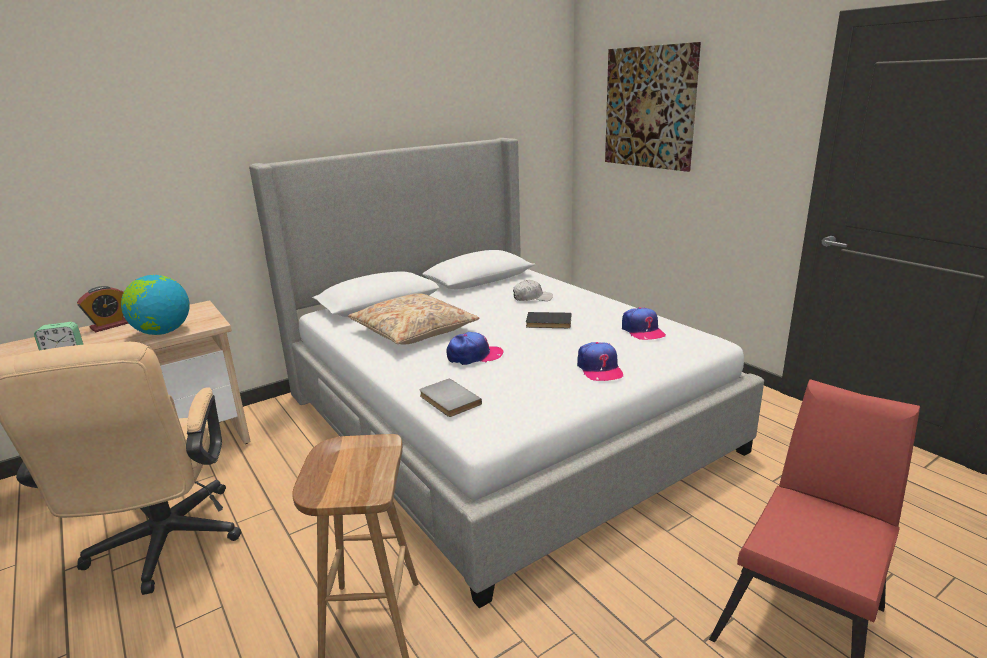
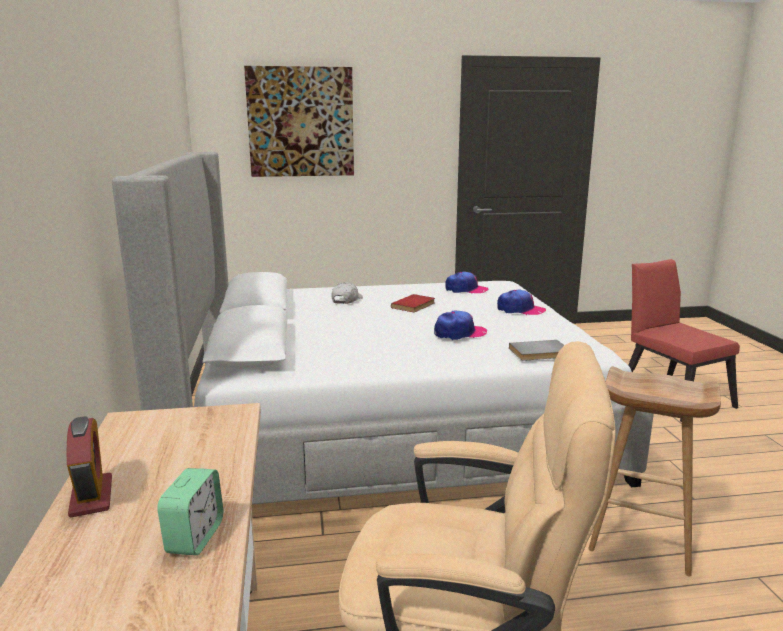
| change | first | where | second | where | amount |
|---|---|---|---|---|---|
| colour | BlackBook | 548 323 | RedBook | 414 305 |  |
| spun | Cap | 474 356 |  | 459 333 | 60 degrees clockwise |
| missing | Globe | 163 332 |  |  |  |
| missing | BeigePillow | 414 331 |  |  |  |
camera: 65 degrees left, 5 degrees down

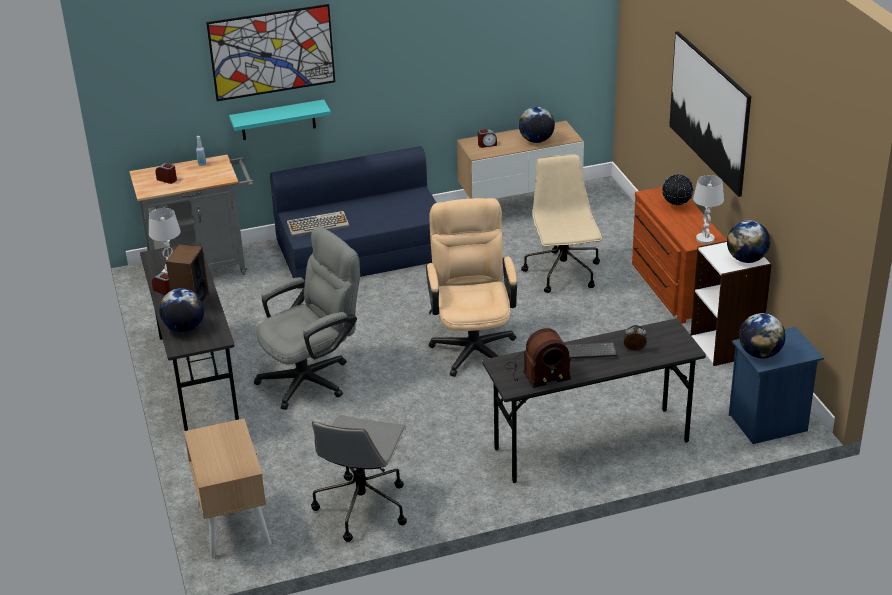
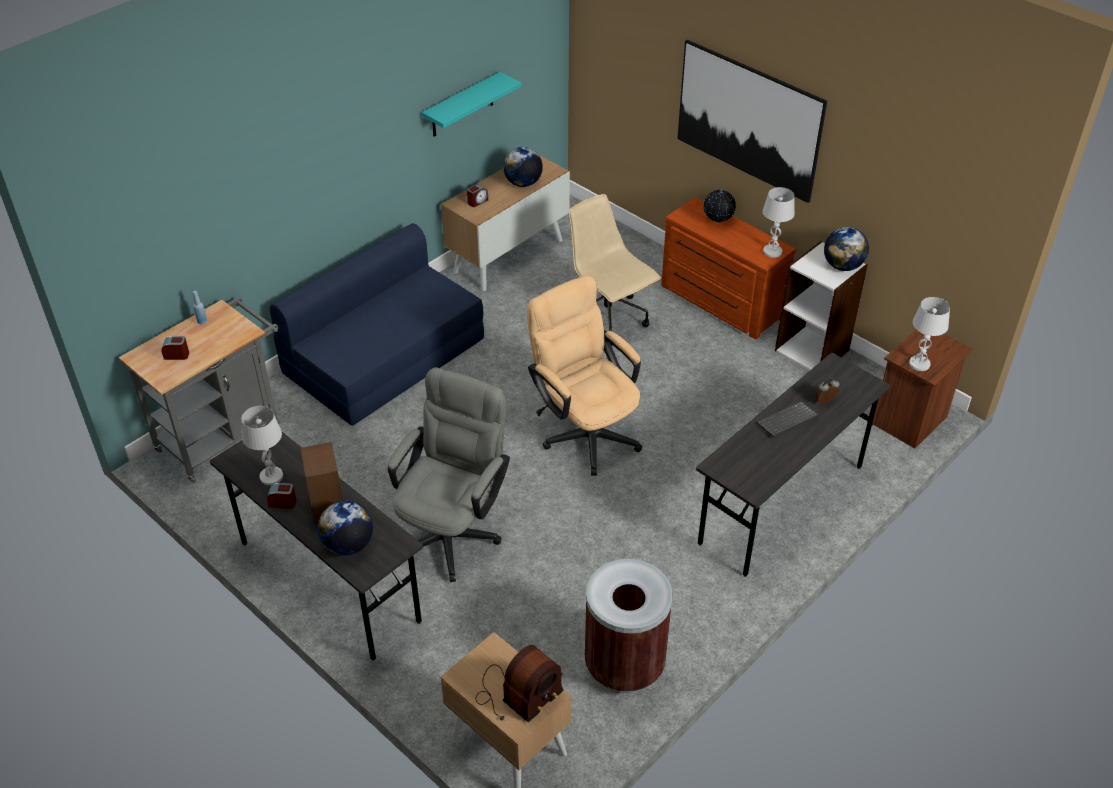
| change | first | where | second | where | amount |
|---|---|---|---|---|---|
| relocated | TurquoiseShelf | 278 120 |  | 462 105 |  |
| relocated | Radio | 536 372 |  | 517 694 |  |
| exchanged | GreyOfficeChair | 362 506 | BrownTrashCan | 624 666 |  |
| colour | BlueNightstand | 769 423 | BrownNightstand | 911 421 |  |
| exchanged | Globe | 760 354 | WhiteTableLamp | 919 364 |  |
| missing | Picture | 272 52 |  |  |  |
| missing | Keyboard | 318 225 |  |  |  |
camera: 30 degrees left, 10 degrees up

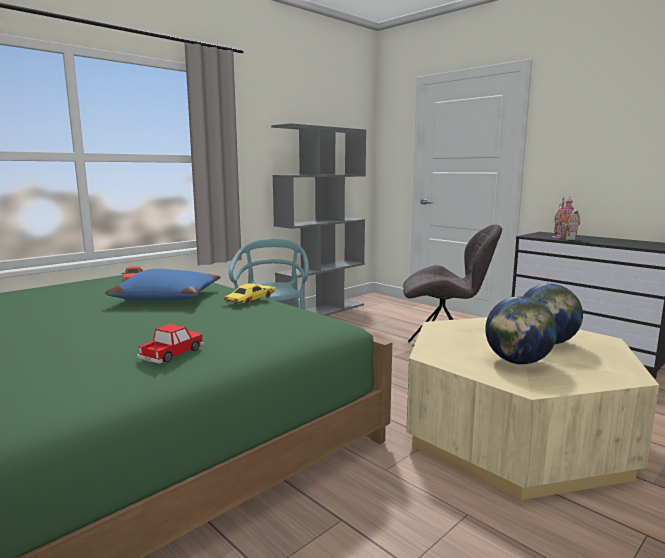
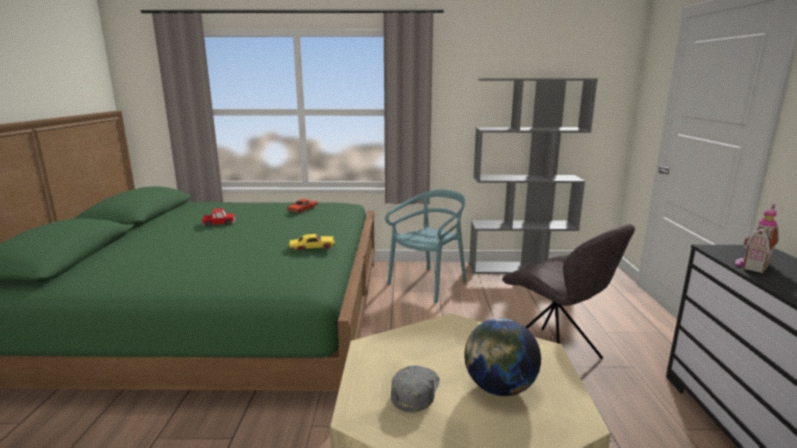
| change | first | where | second | where | amount |
|---|---|---|---|---|---|
| relocated | ToyCar | 172 353 |  | 219 223 |  |
| exchanged | Globe | 517 362 | GreyCap | 415 390 |  |
| missing | BluePillow | 168 297 |  |  |  |
camera: 45 degrees right, 5 degrees up

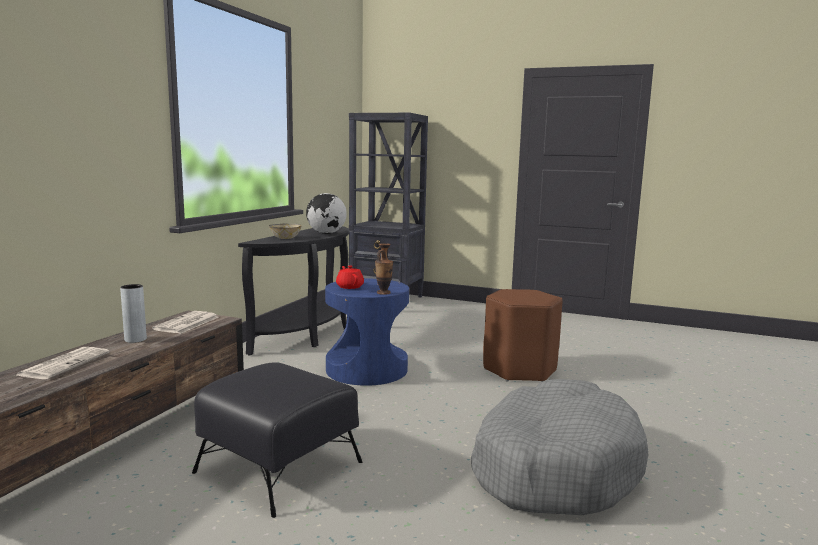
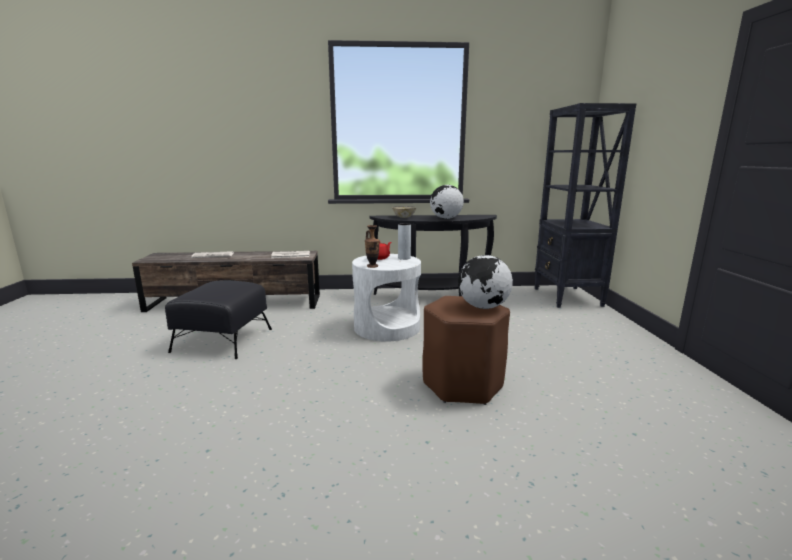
| change | first | where | second | where | amount |
|---|---|---|---|---|---|
| colour | BlueSideTable | 366 369 | WhiteSideTable | 387 327 |  |
| relocated | GreyVase | 135 339 |  | 404 258 |  |
| appeared |  |  | Globe | 483 307 |  |
| missing | GreyDogBed | 553 466 |  |  |  |
camera: 65 degrees right, 5 degrees up

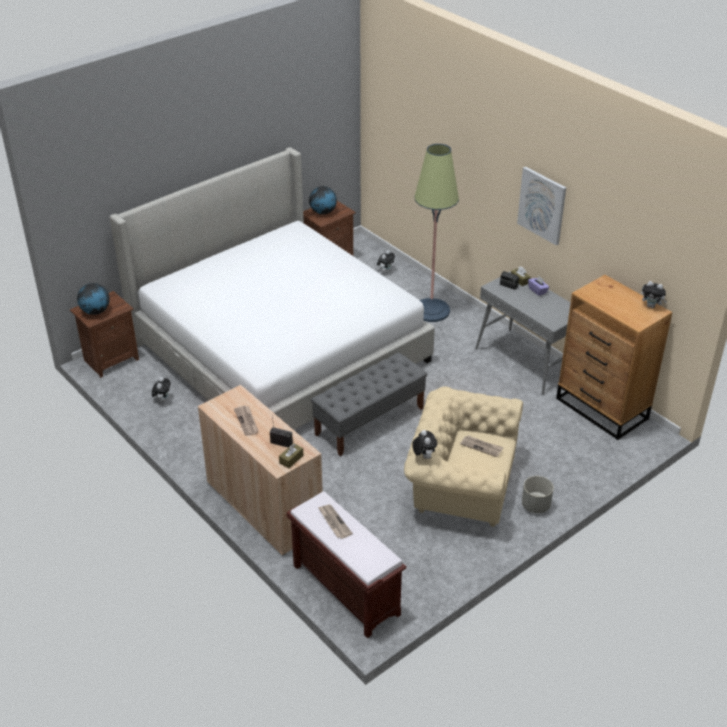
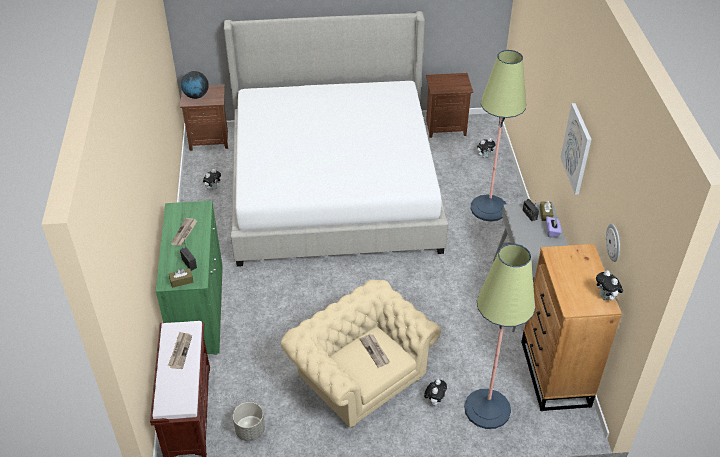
| change | first | where | second | where | amount |
|---|---|---|---|---|---|
| colour | BeigeCabinet | 264 506 | GreenCabinet | 198 310 |  |
| relocated | GreyPlanter | 535 506 |  | 250 431 |  |
| relocated | PlushToy | 423 456 |  | 434 400 |  |
| appeared |  |  | FloorLamp | 487 409 |  |
| appeared |  |  | WallClock | 614 242 |  |
| missing | Globe | 323 212 |  |  |  |
| missing | GreyBench | 369 421 |  |  |  |
camera: 35 degrees right, 5 degrees up

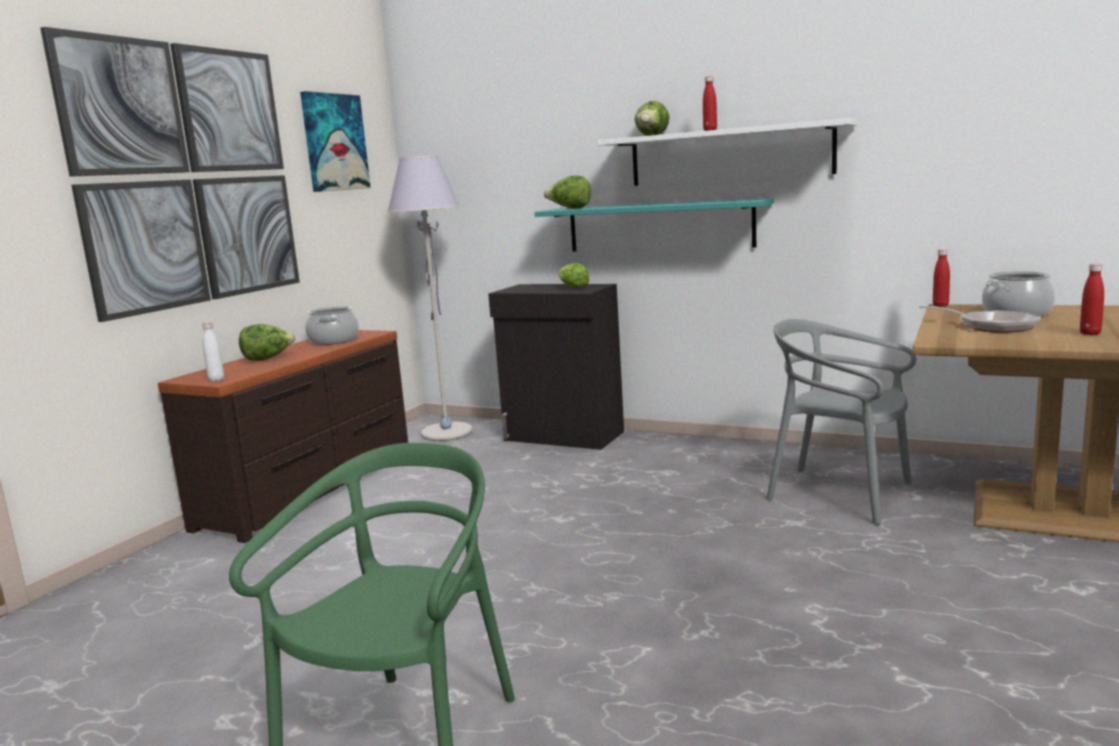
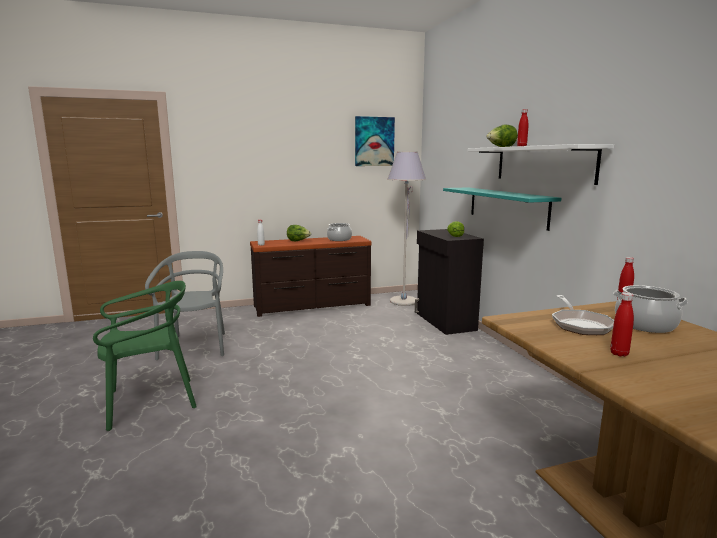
| change | first | where | second | where | amount |
|---|---|---|---|---|---|
| relocated | GreyChair | 840 494 |  | 195 346 |  |
| missing | Picture | 188 176 |  |  |  |
| missing | Lettuce | 570 209 |  |  |  |
camera: 45 degrees right, 0 degrees up

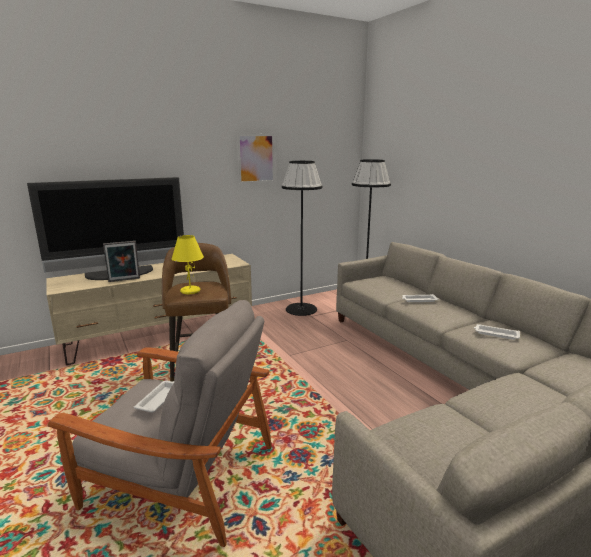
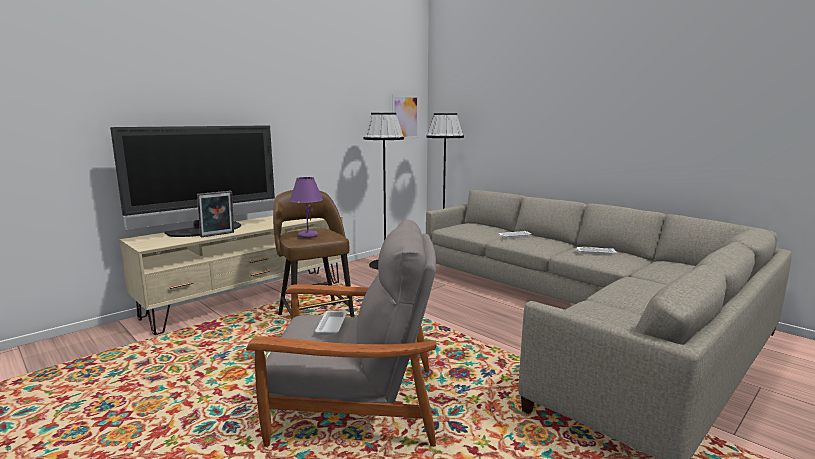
| change | first | where | second | where | amount |
|---|---|---|---|---|---|
| colour | YellowTableLamp | 190 291 | PurpleTableLamp | 307 235 |  |
| relocated | Picture | 256 158 |  | 405 117 |  |
camera: 15 degrees left, 5 degrees down

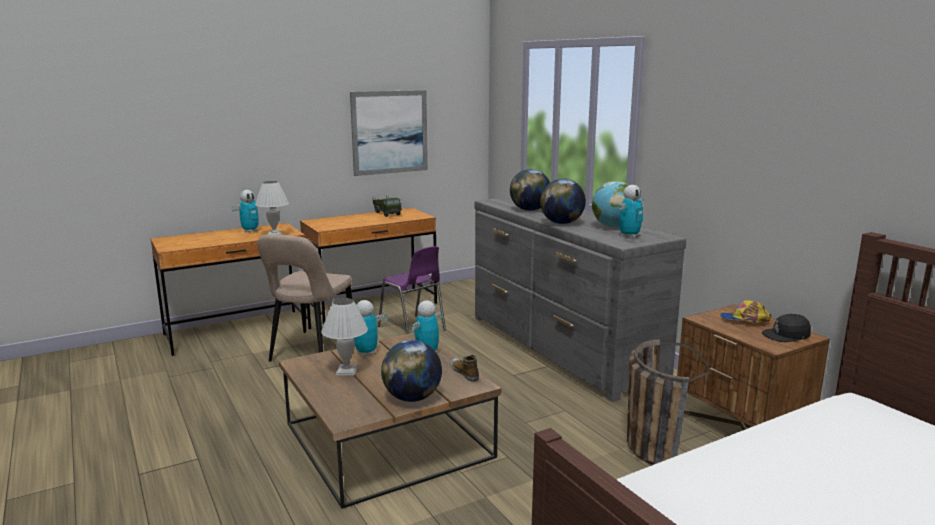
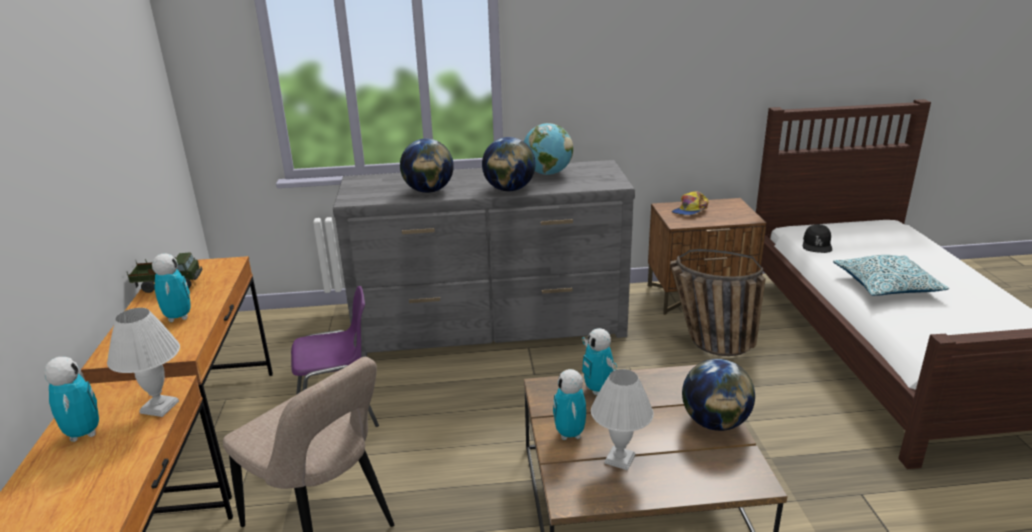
| change | first | where | second | where | amount |
|---|---|---|---|---|---|
| relocated | ToyRobot | 629 236 |  | 178 317 |  |
| relocated | BlackCap | 786 335 |  | 816 245 |  |
| appeared |  |  | Pillow | 886 286 |  |
| missing | Picture | 390 132 |  |  |  |
| missing | Shoe | 465 372 |  |  |  |
camera: 65 degrees left, 10 degrees up

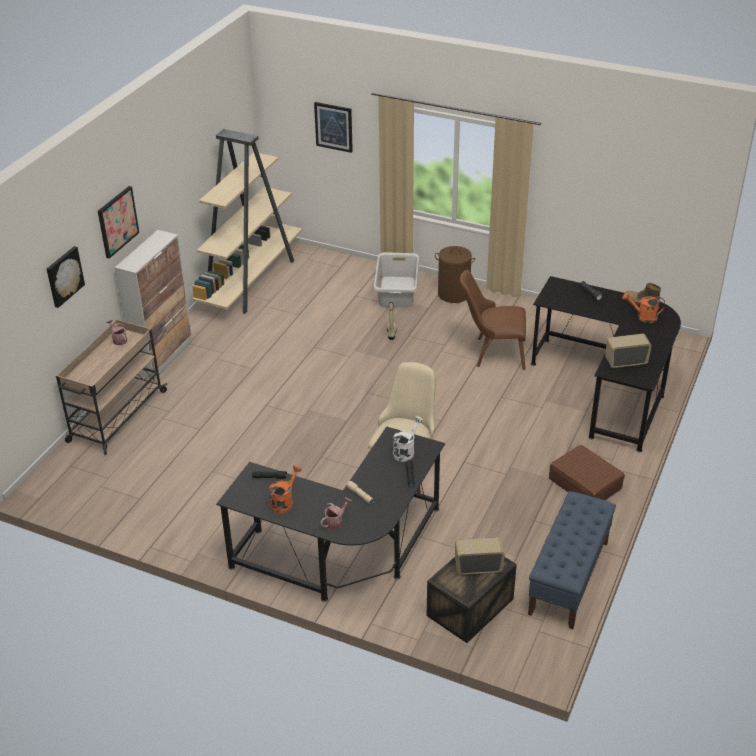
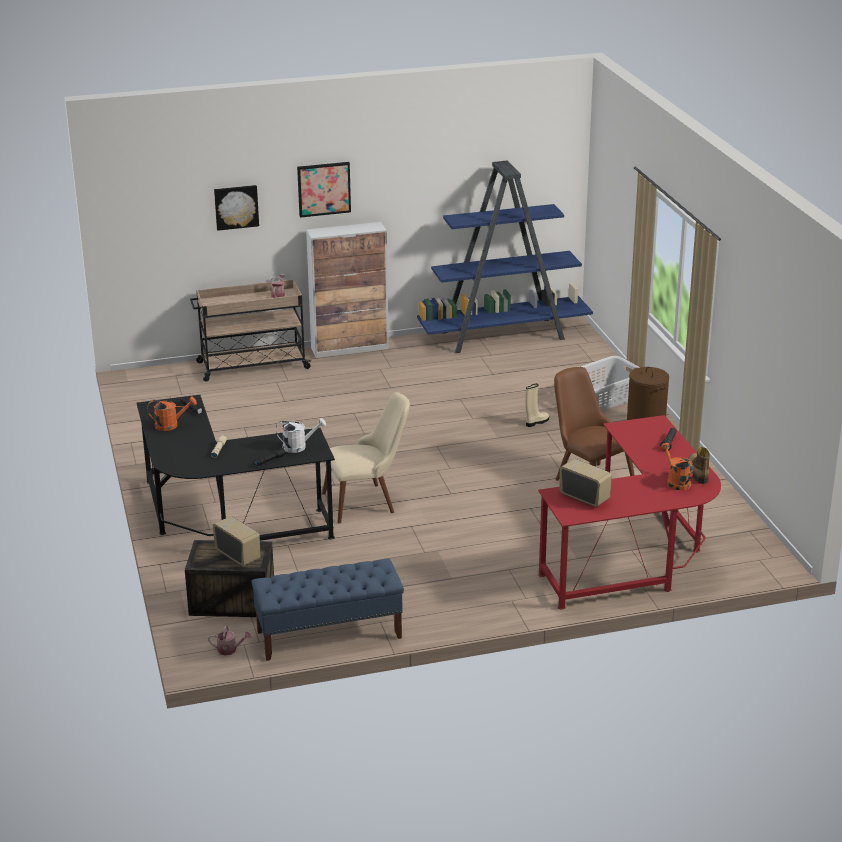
| change | first | where | second | where | amount |
|---|---|---|---|---|---|
| relocated | WateringCan | 336 521 |  | 230 650 |  |
| colour | BeigeBookcase | 251 280 | BlueBookcase | 504 335 |  |
| colour | BlackDesk | 609 386 | RedDesk | 635 556 |  |
| missing | Picture | 333 126 |  |  |  |
| missing | BrownSuitcase | 585 483 |  |  |  |
camera: 50 degrees right, 10 degrees down

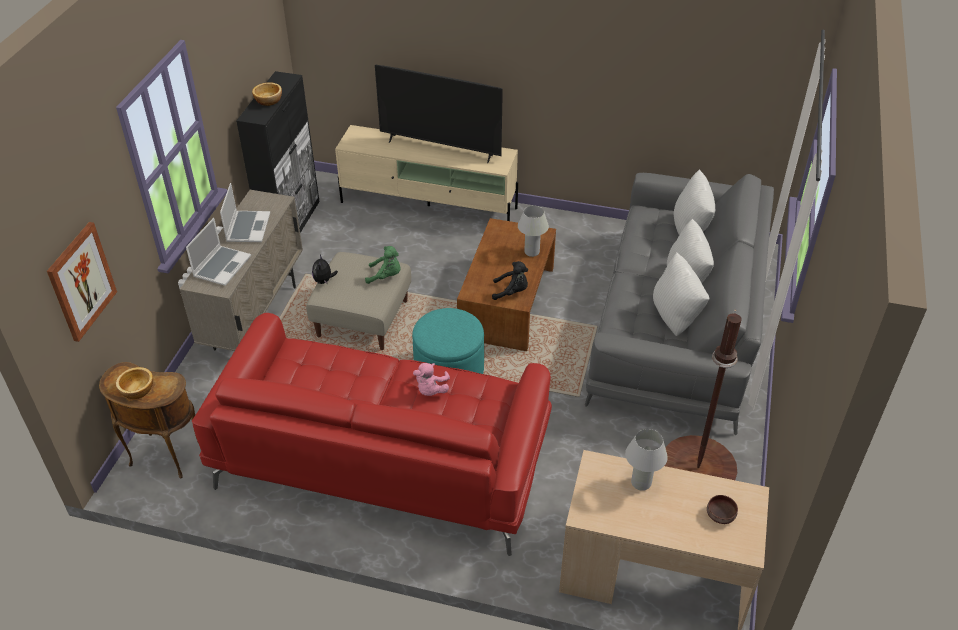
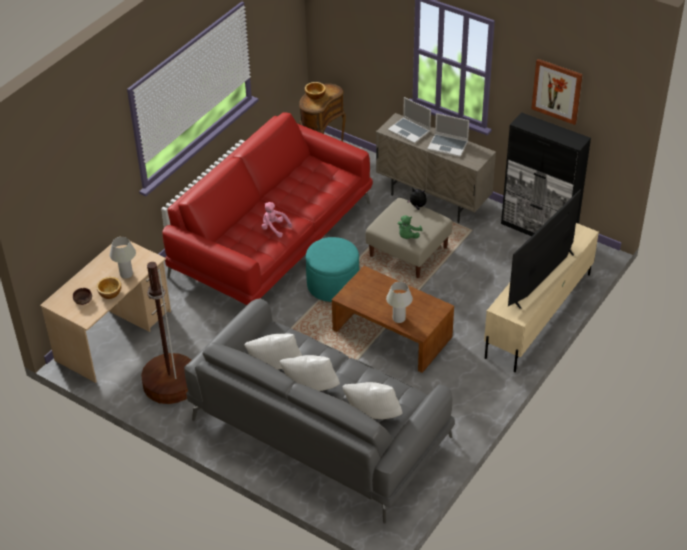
| change | first | where | second | where | amount |
|---|---|---|---|---|---|
| relocated | Bowl | 269 100 |  | 110 293 |  |
| relocated | Picture | 81 281 |  | 557 91 |  |
| missing | BlackPlushToy | 511 292 |  |  |  |
camera: 110 degrees right, 0 degrees up

